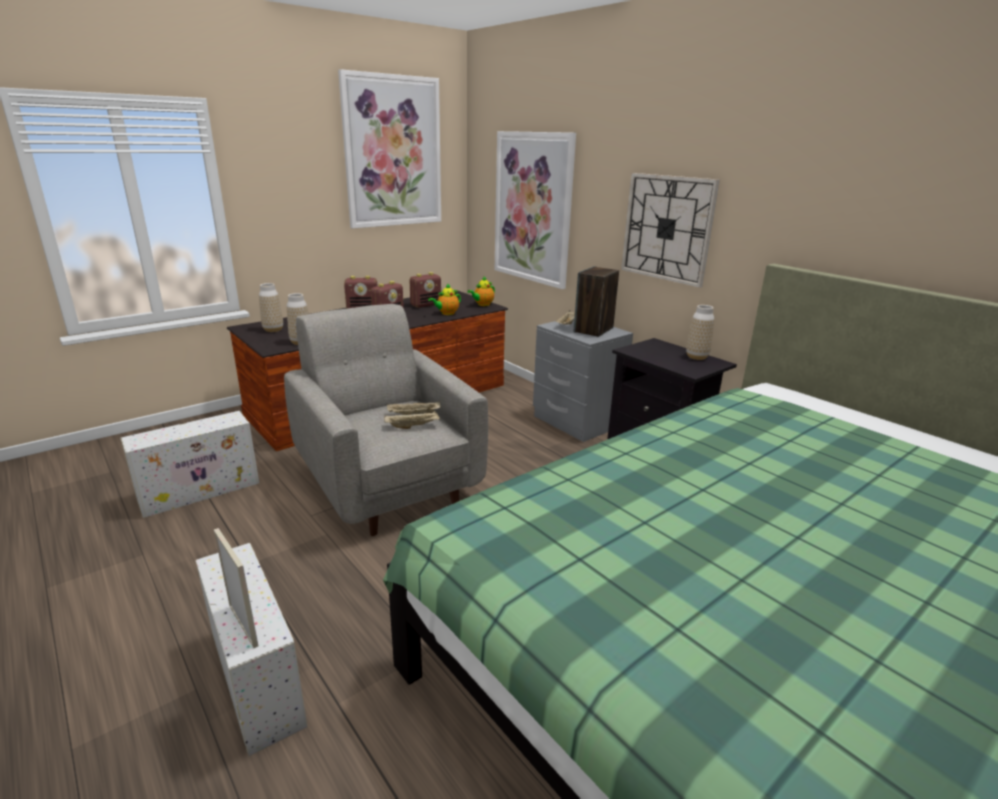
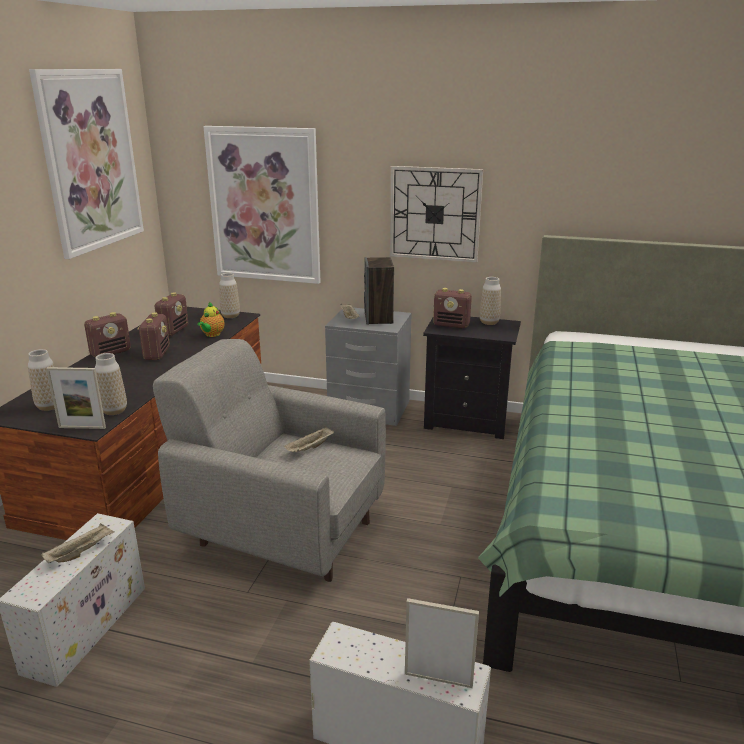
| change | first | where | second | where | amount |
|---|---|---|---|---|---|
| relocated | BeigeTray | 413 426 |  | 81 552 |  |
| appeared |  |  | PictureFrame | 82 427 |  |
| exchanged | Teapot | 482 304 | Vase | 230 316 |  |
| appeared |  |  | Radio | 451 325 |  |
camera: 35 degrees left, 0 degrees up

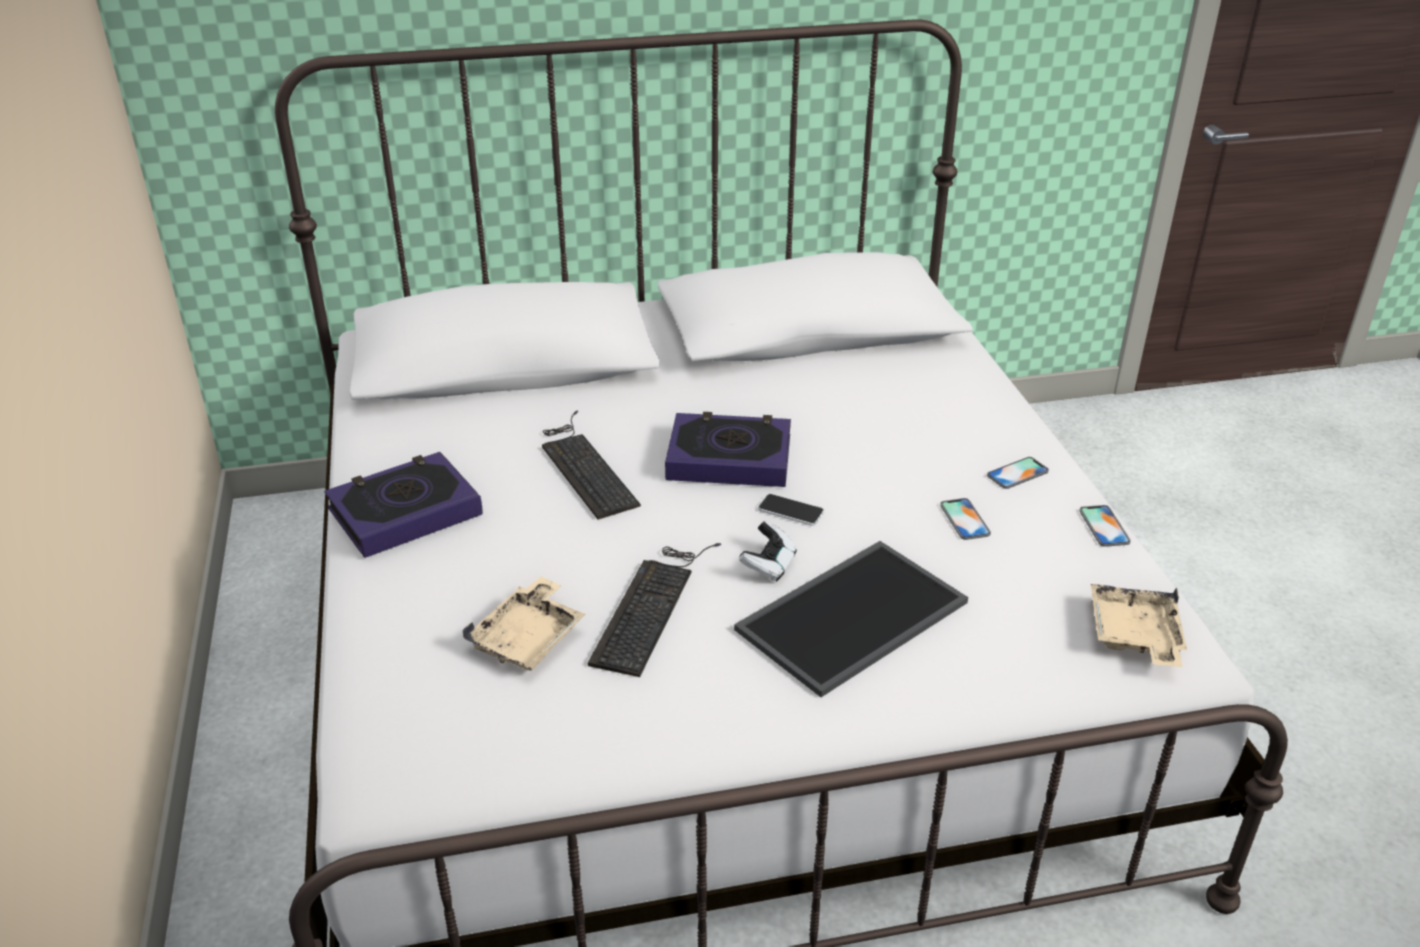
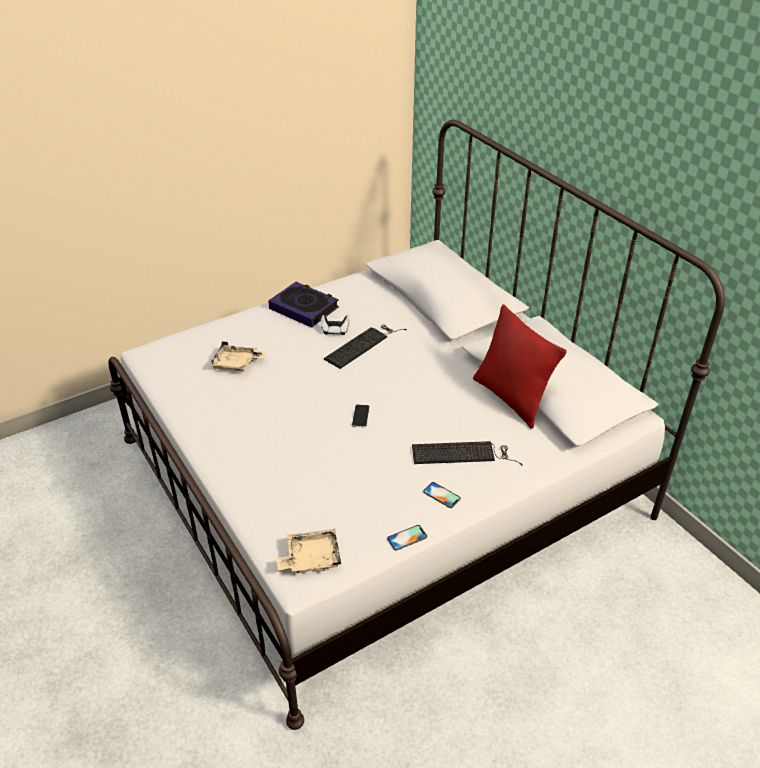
| change | first | where | second | where | amount |
|---|---|---|---|---|---|
| relocated | GameController | 769 565 |  | 335 330 |  |
| relocated | Keyboard | 652 604 |  | 463 454 |  |
| appeared |  |  | RedPillow | 511 398 |  |
| missing | Book | 729 458 |  |  |  |
| missing | Tray | 851 613 |  |  |  |
| missing | Phone | 964 519 |  |  |  |
camera: 70 degrees right, 5 degrees up

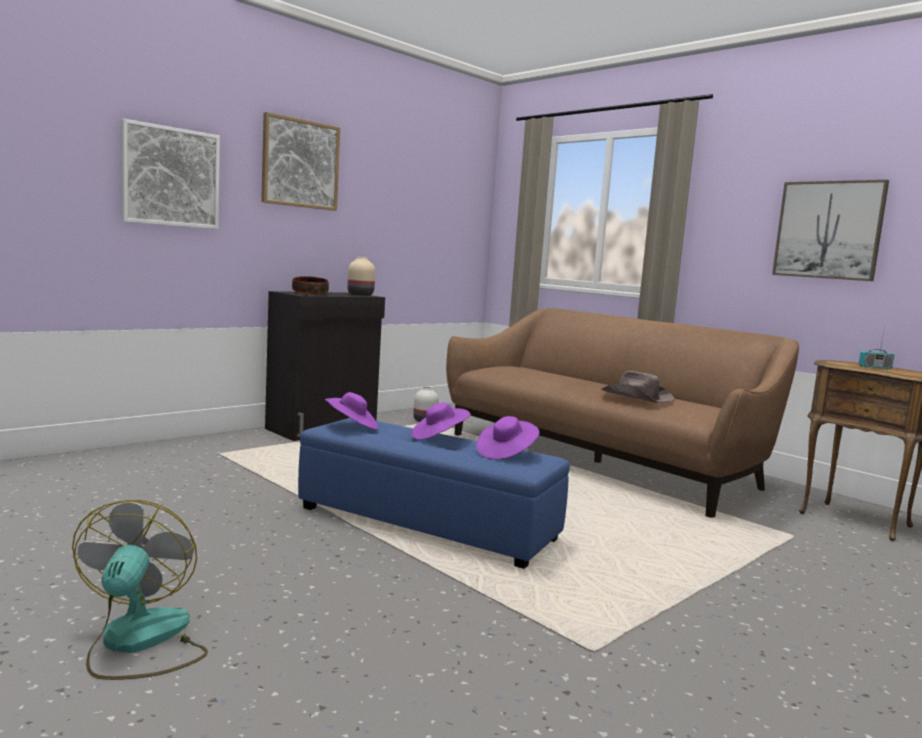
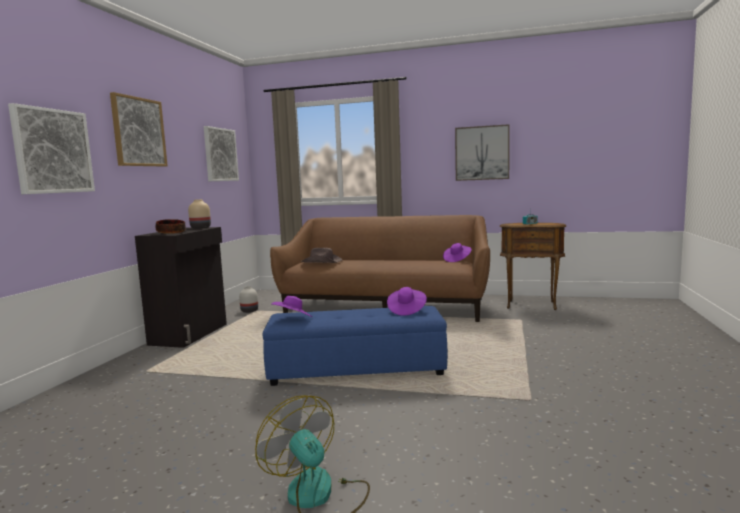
| change | first | where | second | where | amount |
|---|---|---|---|---|---|
| appeared |  |  | Picture | 220 154 |  |
| relocated | BrownHat | 637 397 |  | 322 262 |  |
| relocated | PurpleHat | 439 437 |  | 457 260 |  |
camera: 30 degrees left, 0 degrees up

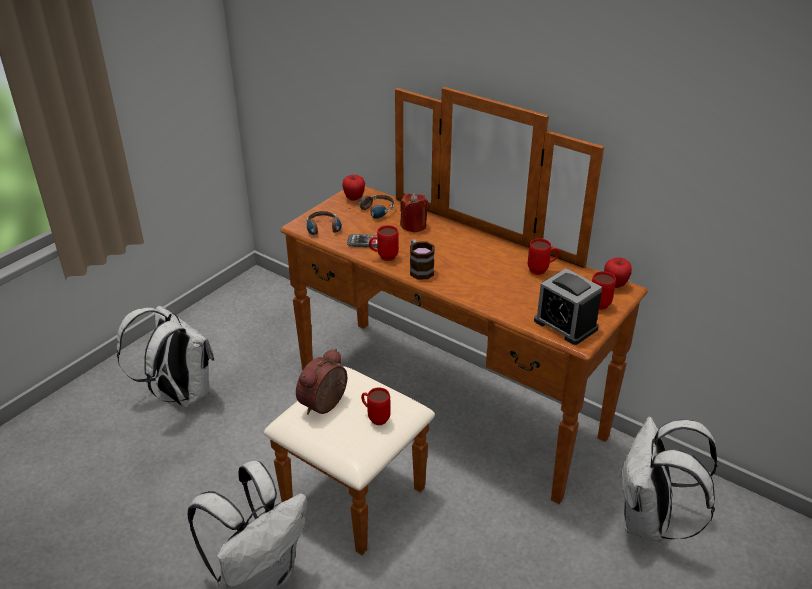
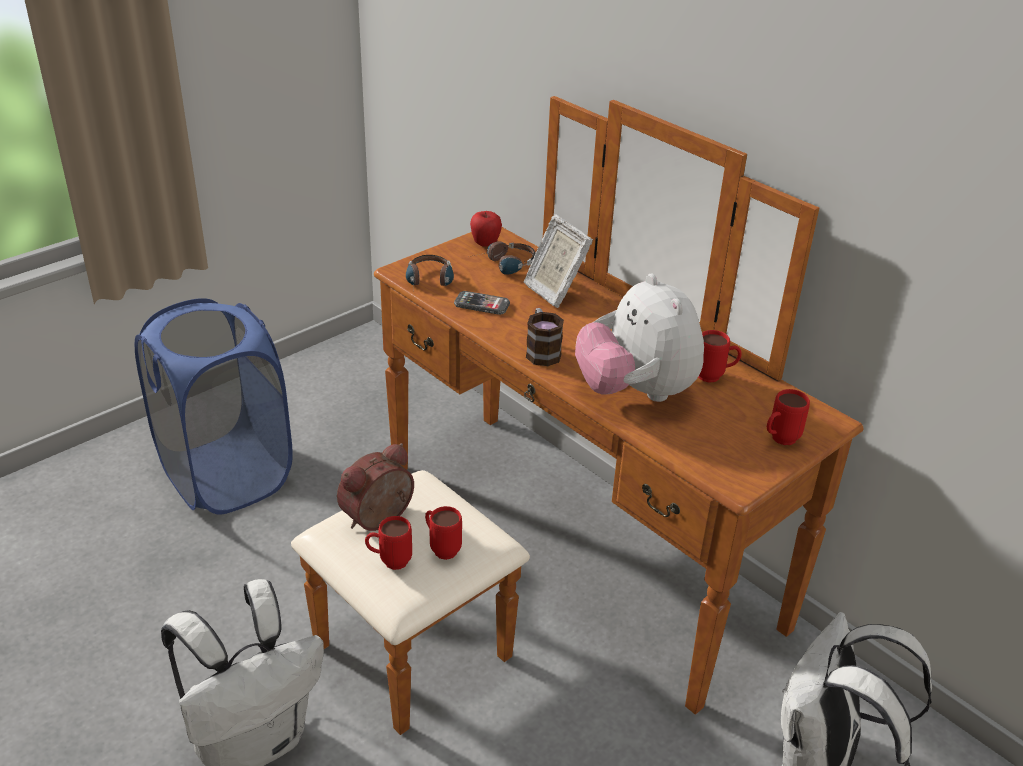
| change | first | where | second | where | amount |
|---|---|---|---|---|---|
| exchanged | WhiteBackpack | 179 394 | BlueLaundryBasket | 226 475 |  |
| relocated | RedMug | 383 257 |  | 389 562 |  |
| exchanged | RedCandle | 413 226 | PictureFrame | 554 291 |  |
| appeared |  |  | PlushToy | 635 392 |  |
| missing | AlarmClock | 565 324 |  |  |  |
| missing | Apple | 615 284 |  |  |  |
camera: 10 degrees right, 0 degrees up

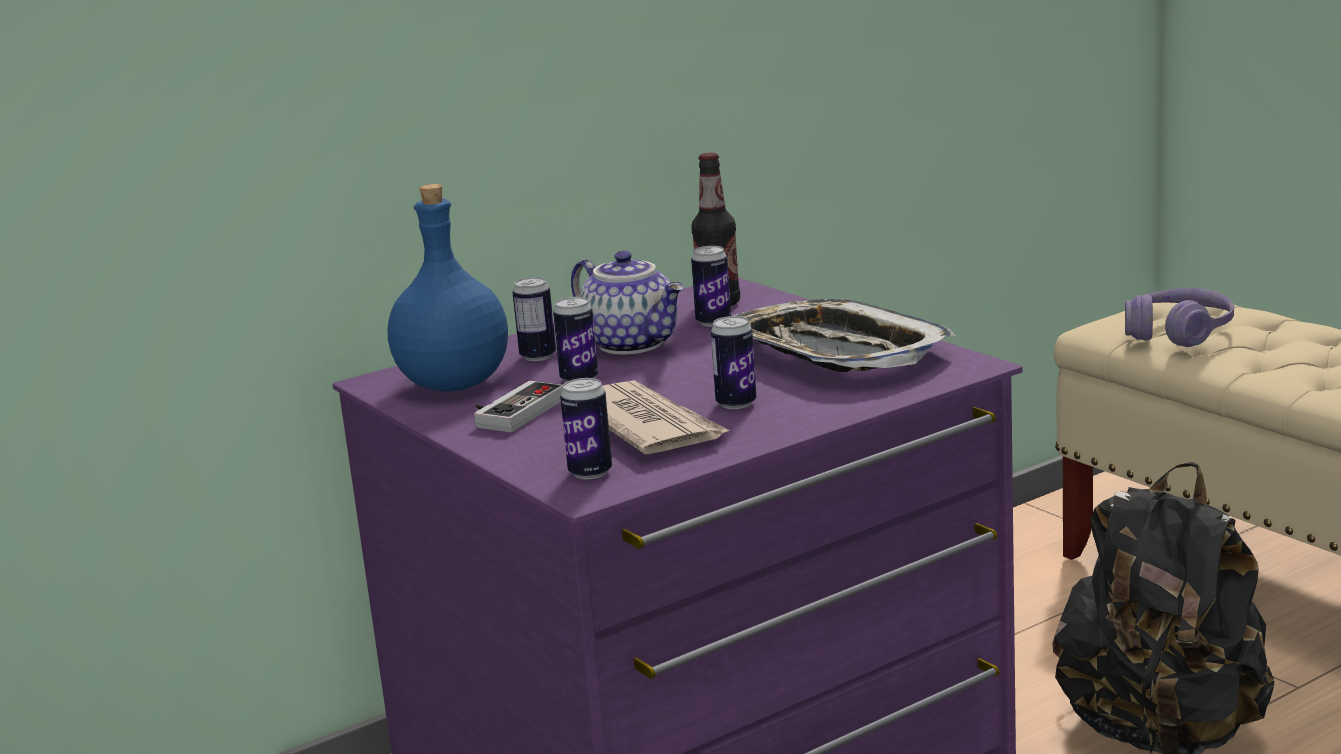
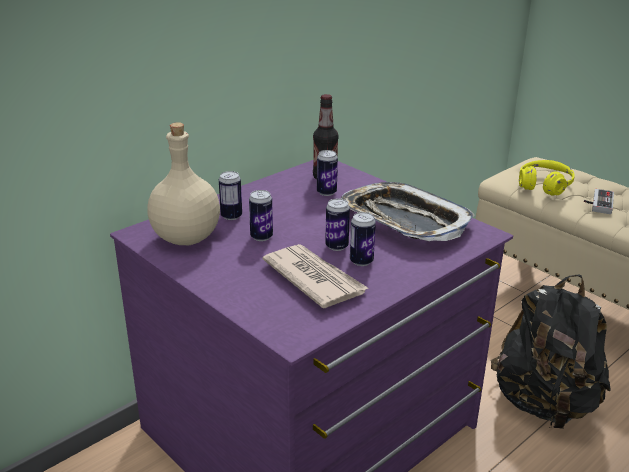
| change | first | where | second | where | amount |
|---|---|---|---|---|---|
| colour | BlueBottle | 456 384 | BeigeBottle | 187 238 |  |
| relocated | Can | 590 473 |  | 336 246 |  |
| colour | PurpleHeadphones | 1178 333 | YellowHeadphones | 544 185 |  |
| relocated | GameController | 512 412 |  | 597 203 |  |
| missing | Teapot | 633 344 |  |  |  |
camera: 10 degrees left, 10 degrees up

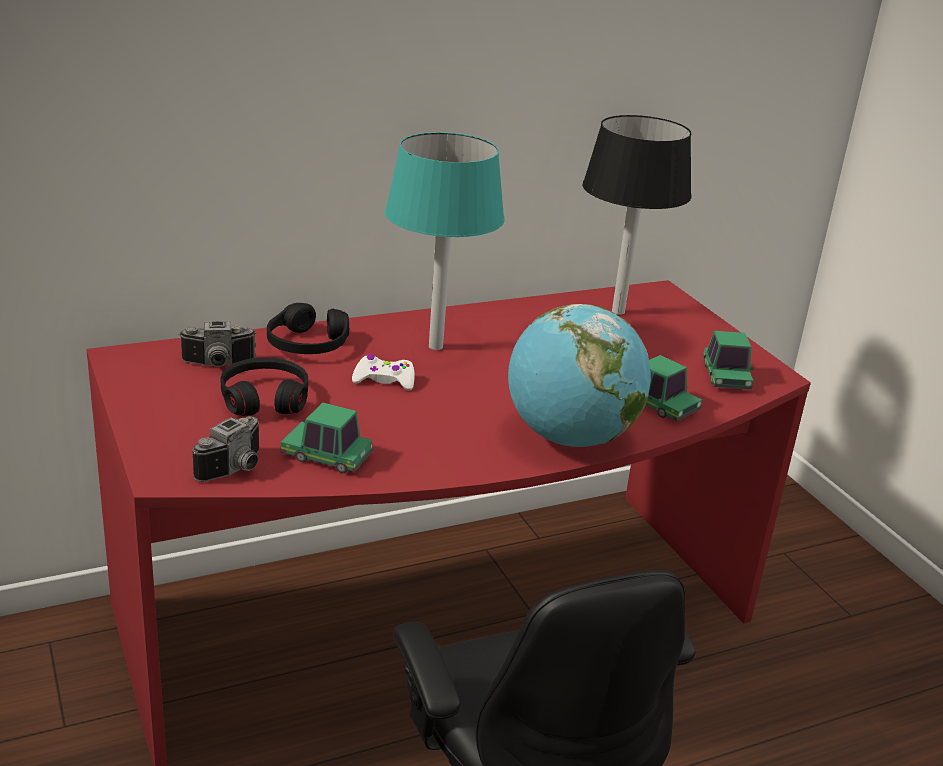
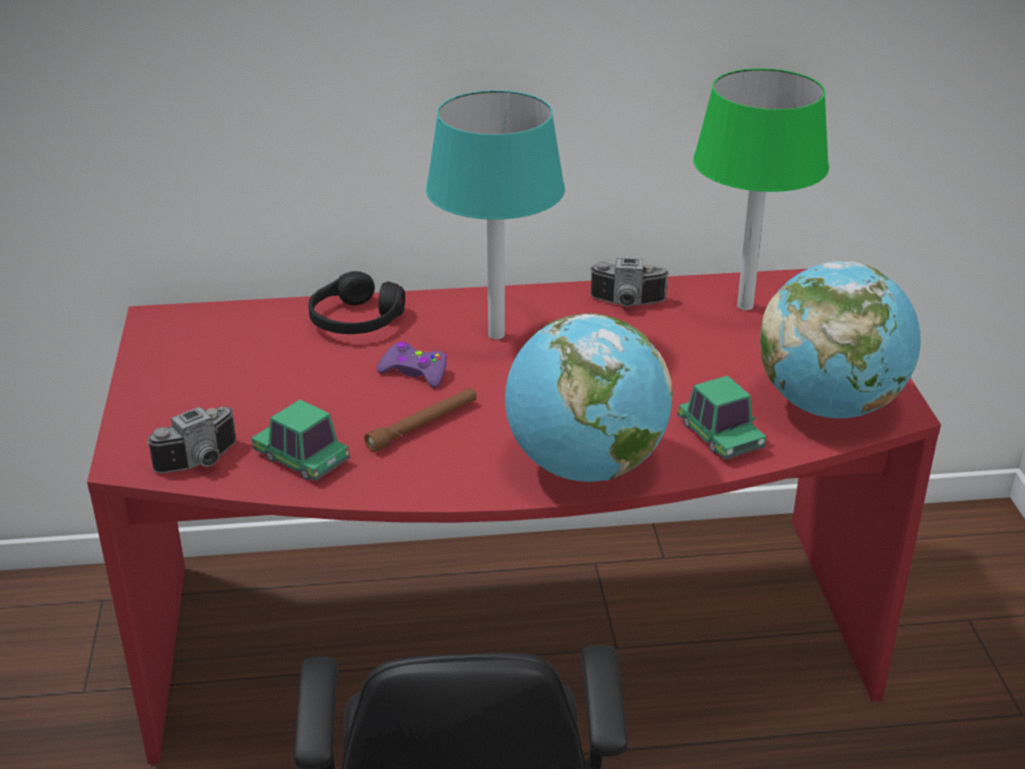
| change | first | where | second | where | amount |
|---|---|---|---|---|---|
| appeared |  |  | BrownFlashlight | 423 425 |  |
| colour | WhiteGameController | 384 380 | PurpleGameController | 414 372 |  |
| relocated | PhotoCamera | 218 365 |  | 627 304 |  |
| colour | BlackTableLamp | 618 311 | GreenTableLamp | 745 306 |  |
| exchanged | ToyCar | 725 376 | Globe | 829 406 |  |
| missing | BlackHeadphones | 265 398 |  |  |  |
camera: 20 degrees right, 5 degrees up

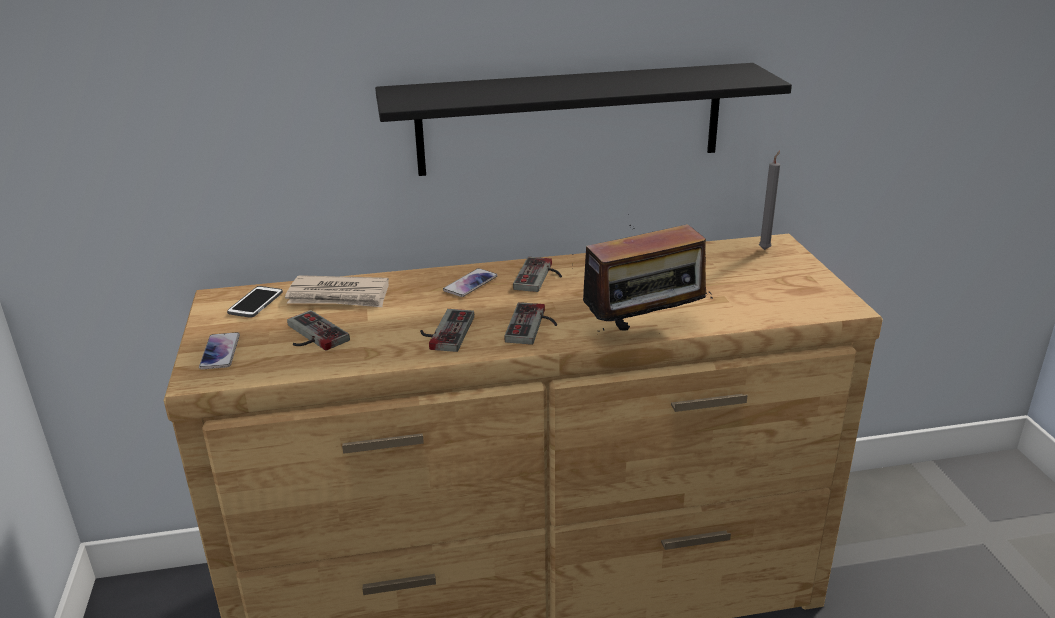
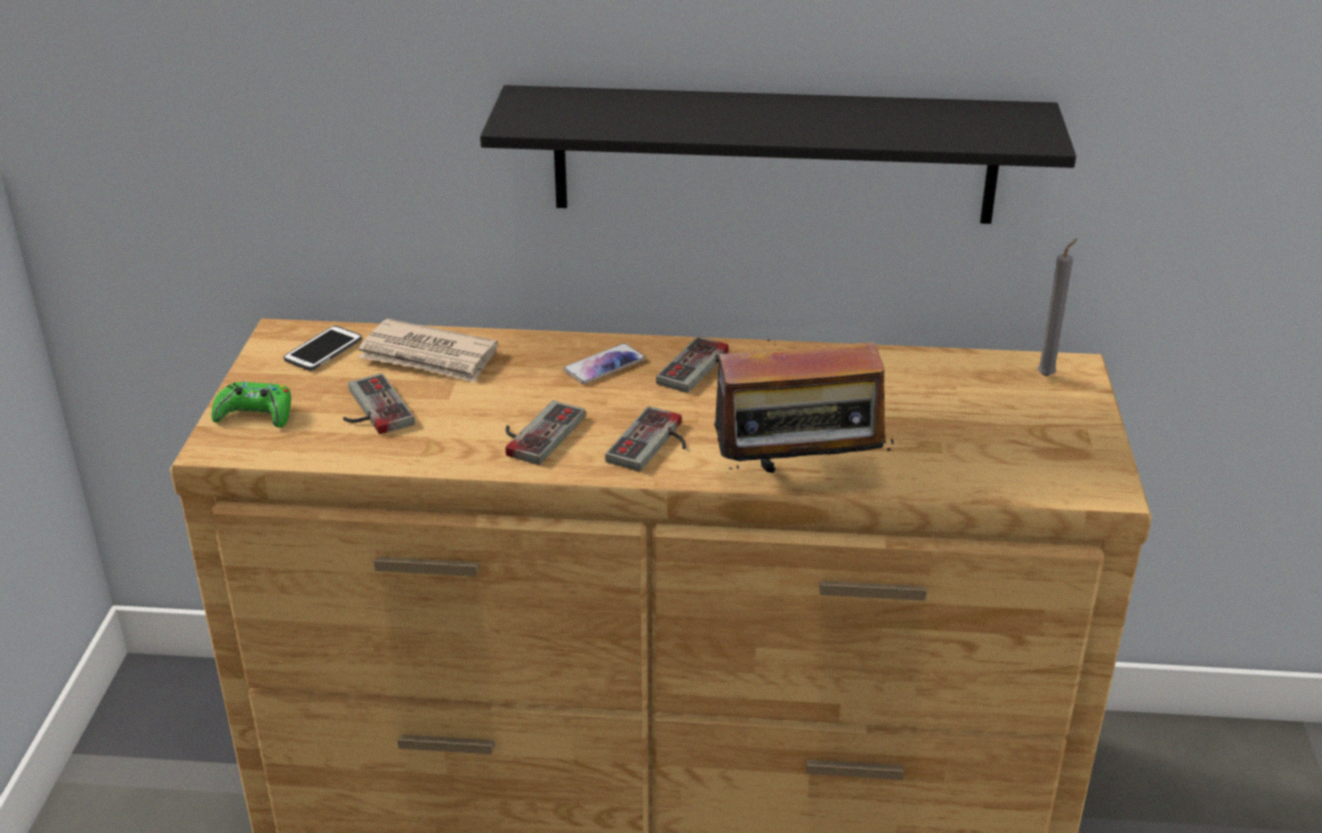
| change | first | where | second | where | amount |
|---|---|---|---|---|---|
| exchanged | Phone | 220 352 | GreenGameController | 255 414 |  |
camera: 15 degrees right, 5 degrees up

